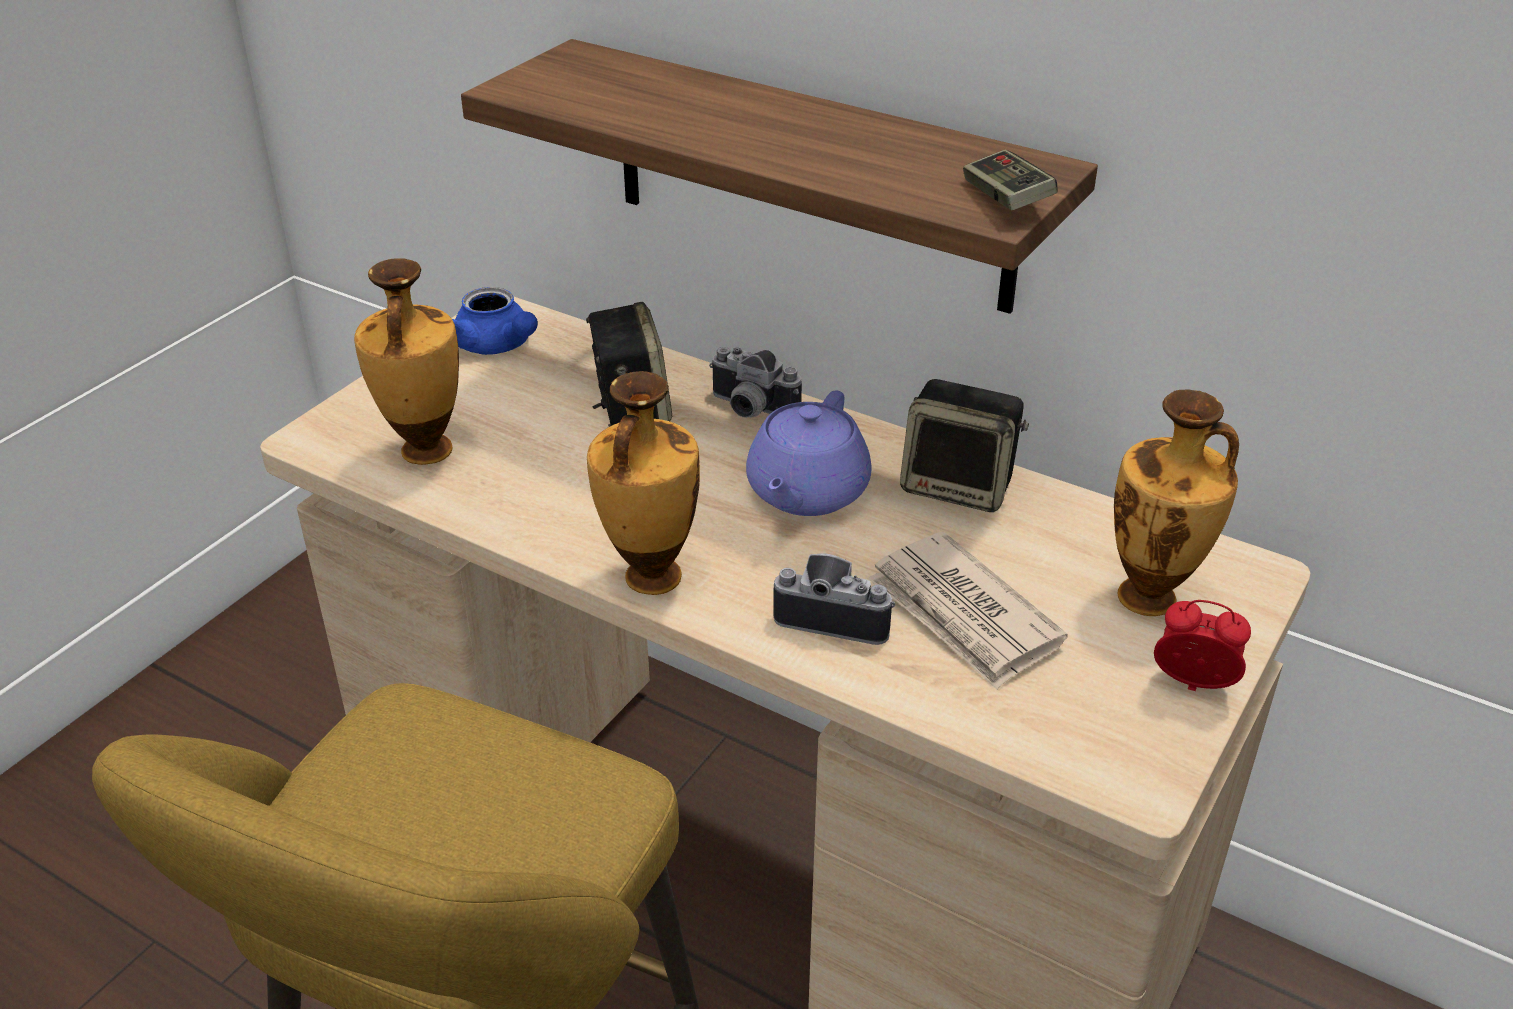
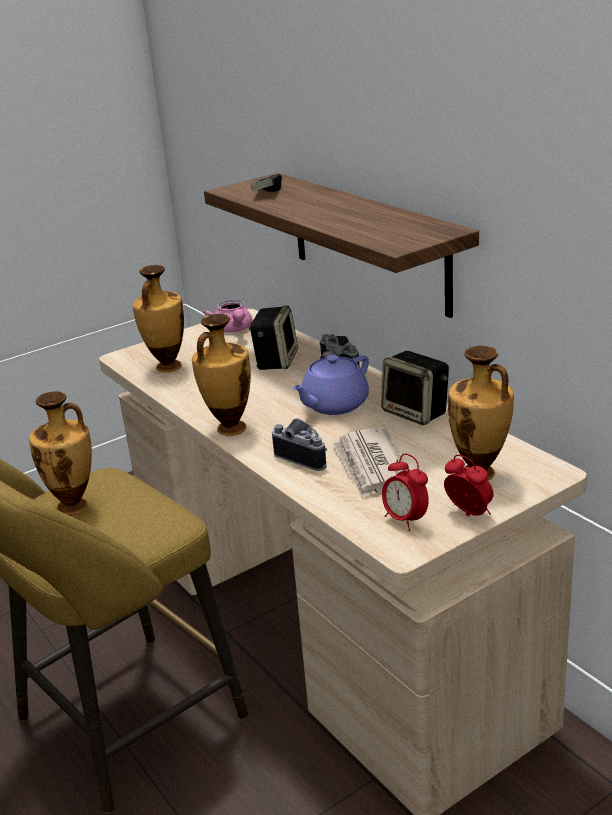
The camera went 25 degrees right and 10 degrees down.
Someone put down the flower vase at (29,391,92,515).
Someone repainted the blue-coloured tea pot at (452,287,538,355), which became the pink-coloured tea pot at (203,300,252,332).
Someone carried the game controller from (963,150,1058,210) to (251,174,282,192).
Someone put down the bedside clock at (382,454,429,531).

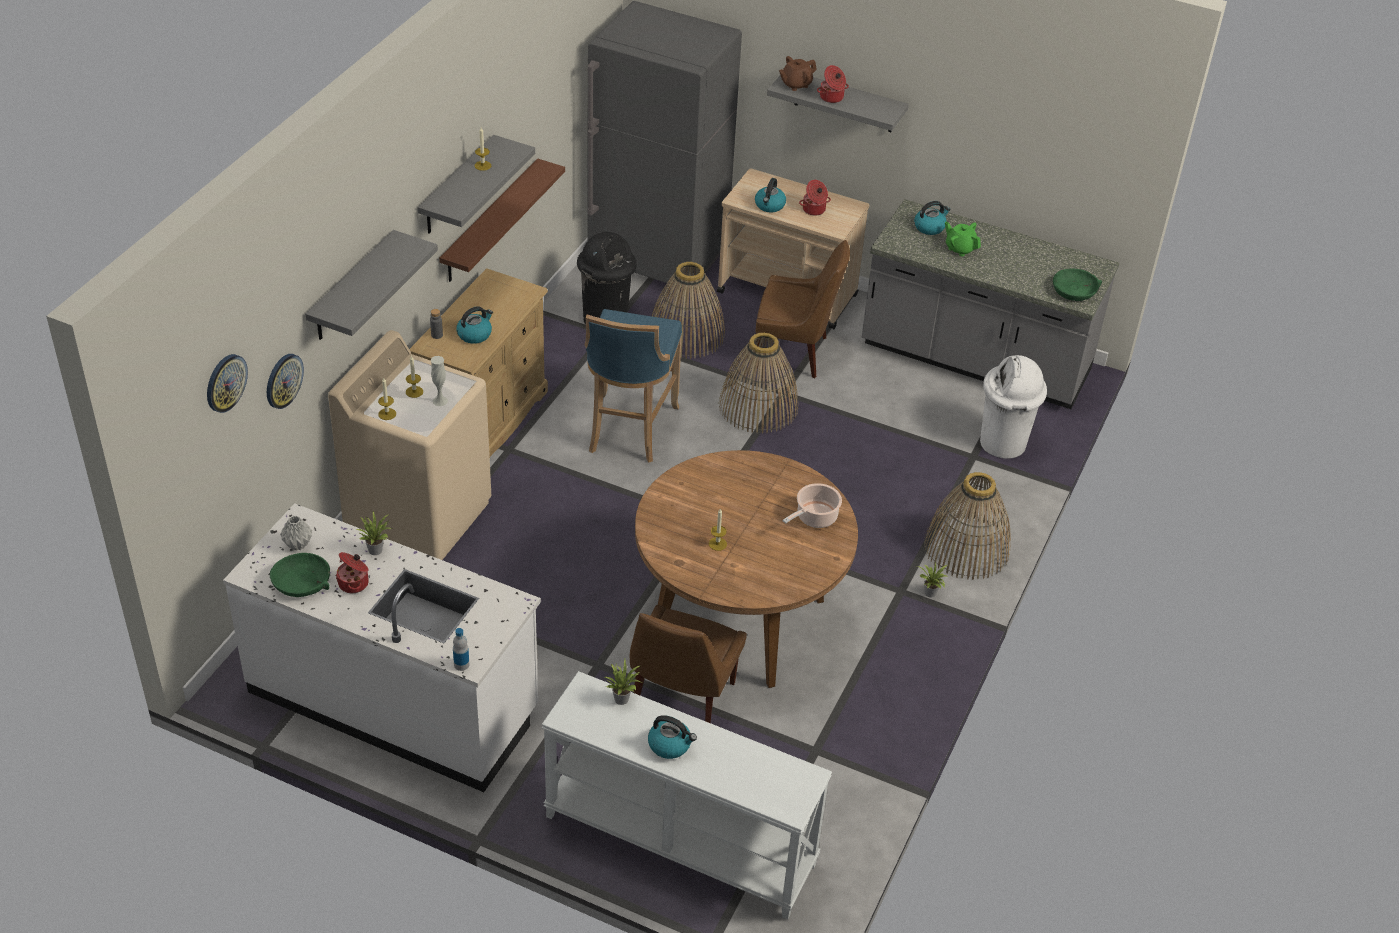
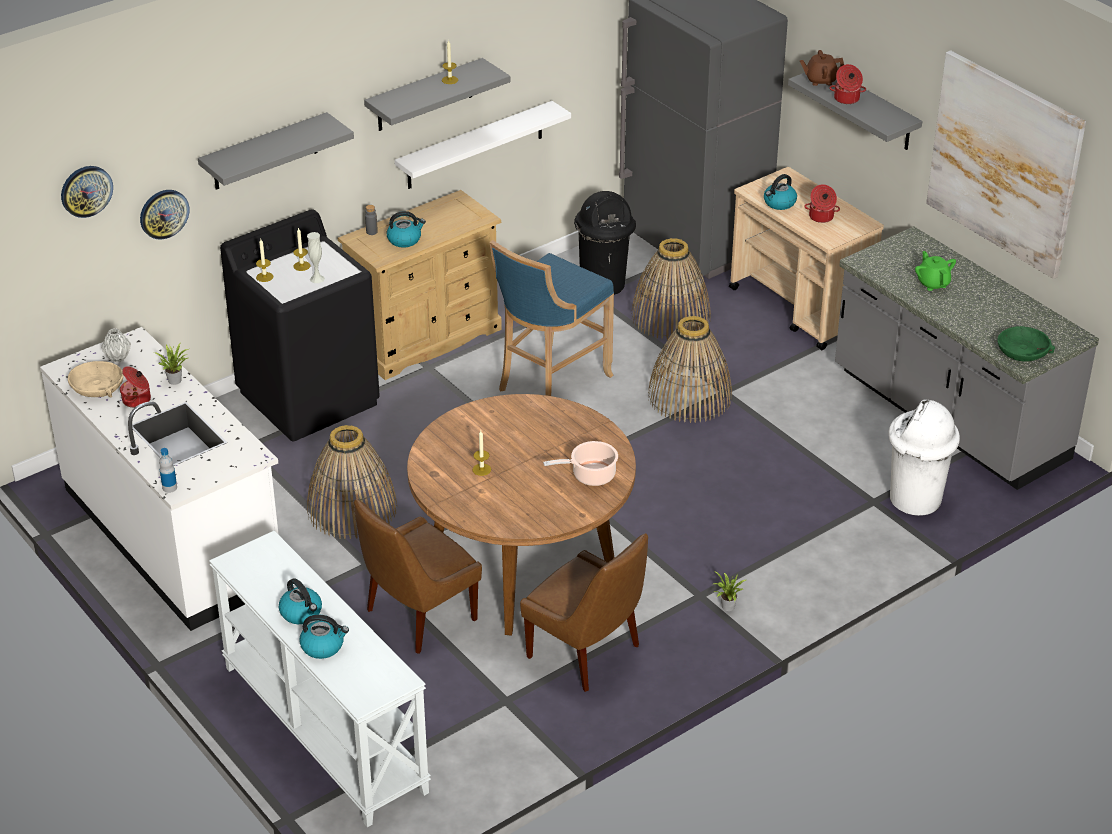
The camera went 30 degrees right and 5 degrees down.
Someone repainted the green deep dish at (270,553,330,597), which became the beige deep dish at (68,361,124,397).
Someone repainted the beige laundry appliance at (328,330,491,560), which became the black-coloured laundry appliance at (220,209,380,442).
Someone carried the water kettle from (914,201,951,235) to (300,615,349,659).
Someone carried the basket from (924,472,1011,580) to (307,425,397,539).
Someone repainted the brown-coloured wall shelf at (439,159,565,282), which became the white-coloured wall shelf at (394,101,571,189).
Someone carried the brown-coloured chair from (756,240,850,378) to (520,533,648,692).
Someone put up the wall picture at (926,50,1086,279).
Someone took away the houseplant at (604,659,641,705).

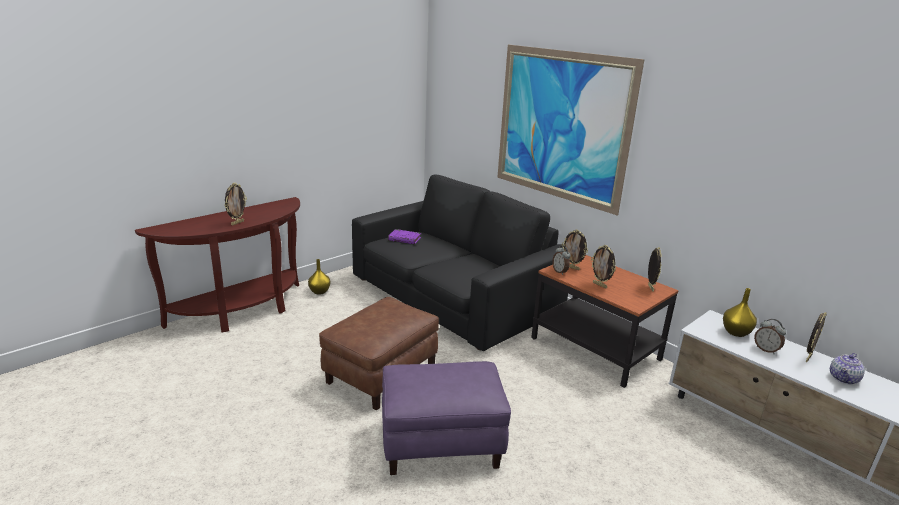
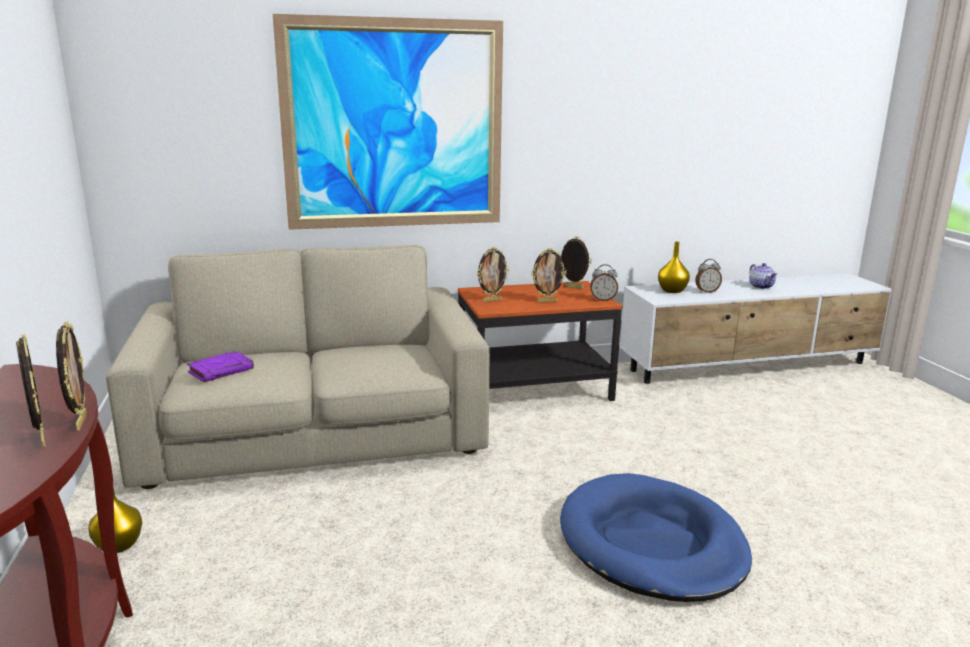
The camera went 60 degrees left and 5 degrees down.
Someone carried the standing frame from (806,312,827,362) to (56,321,87,431).
Someone repainted the black-coloured sofa at (352,174,568,351), which became the beige sofa at (106,245,490,489).
Someone swapped the purple pouffe at (382,361,511,475) for the blue-coloured dog bed at (560,473,752,602).
Someone carried the bedside clock from (552,246,571,275) to (590,264,618,301).
Someone took away the brown-coloured pouffe at (319,297,439,410).

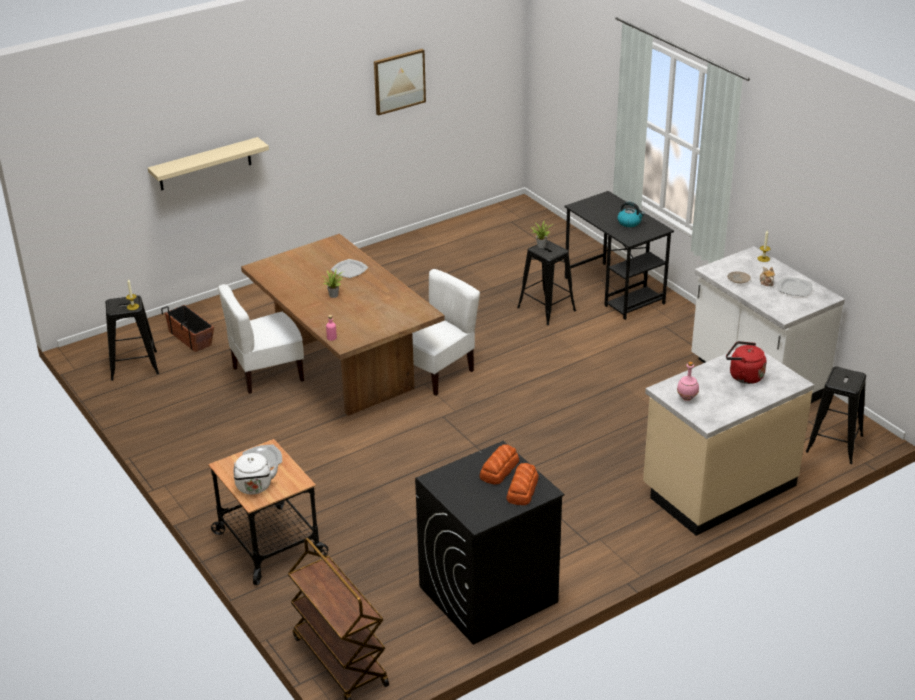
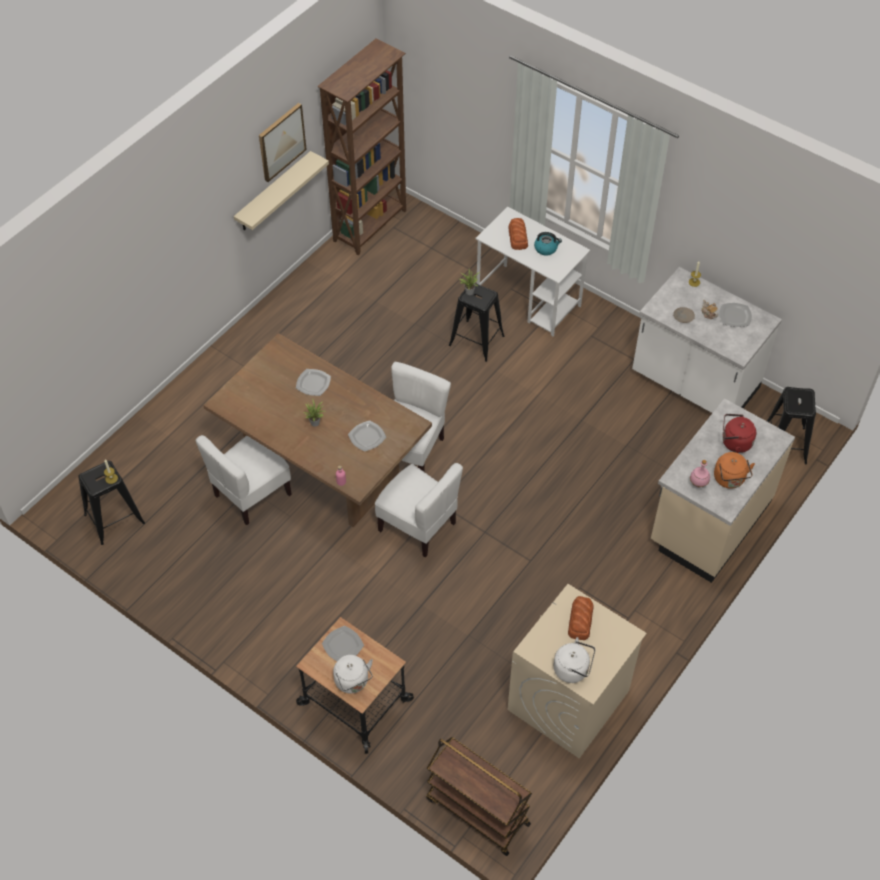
The camera went 20 degrees left and 20 degrees up.
Someone carried the beige wall shelf from (148,137,269,191) to (234,151,329,230).
Someone put down the brown-coloured bookshelf at (317,39,406,255).
Someone put down the dinner plate at (348,420,386,452).
Someone put down the white-coloured chair at (375,463,463,557).
Someone repainted the black-coloured desk table at (564,191,674,320), which became the white-coloured desk table at (475,207,590,336).
Someone carried the bakery bread from (506,463,539,505) to (508,218,528,250).
Someone repainted the black-coloured laundry appliance at (415,441,564,645), which became the beige laundry appliance at (508,584,647,758).
Someone put down the white-coloured water kettle at (554,637,595,683).
Someone put down the orange-coloured water kettle at (714,452,755,489).
Someone took away the plant pot at (161,305,214,352).

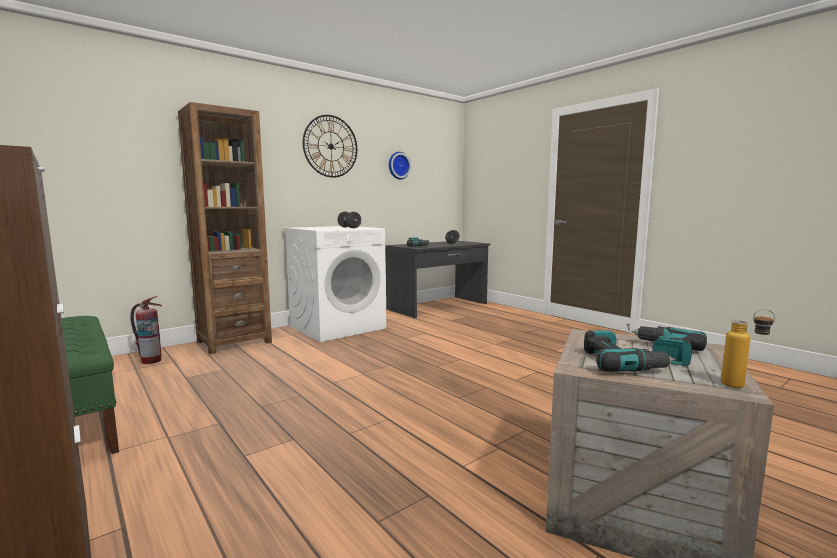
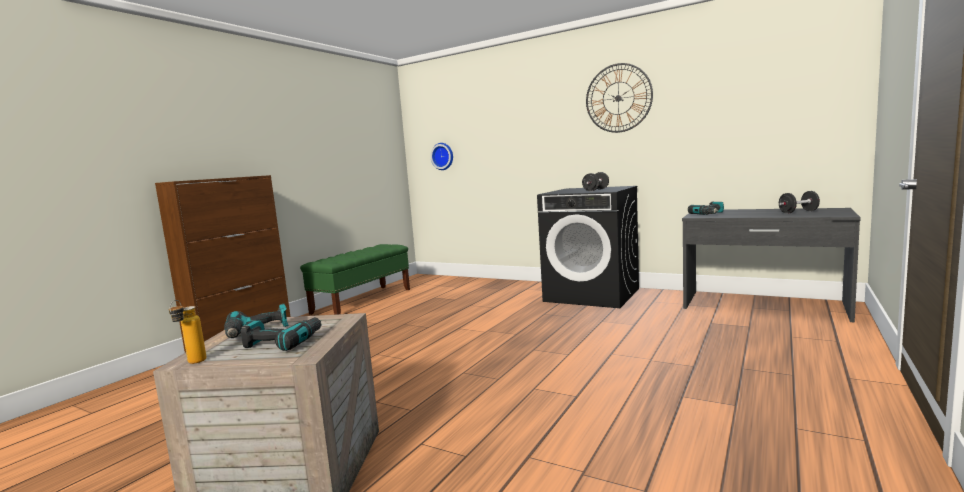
The camera went 70 degrees right and 0 degrees up.
Someone carried the wall clock from (389,152,411,180) to (430,143,453,170).
Someone repainted the white-coloured laundry appliance at (284,226,386,342), which became the black-coloured laundry appliance at (537,186,639,308).
Someone took away the fire-fighting cylinder at (130,296,162,364).
Someone took away the brown-coloured bookshelf at (178,102,272,354).

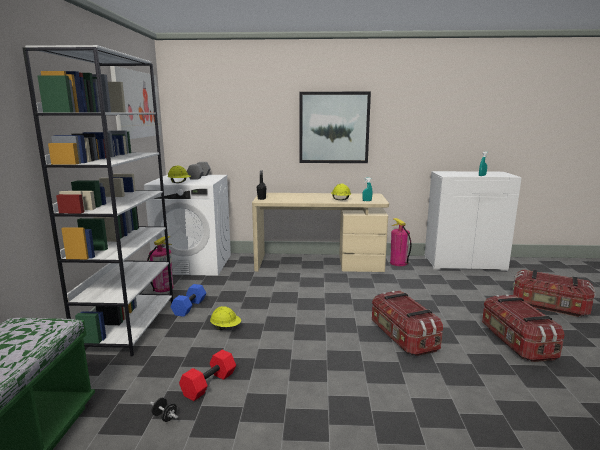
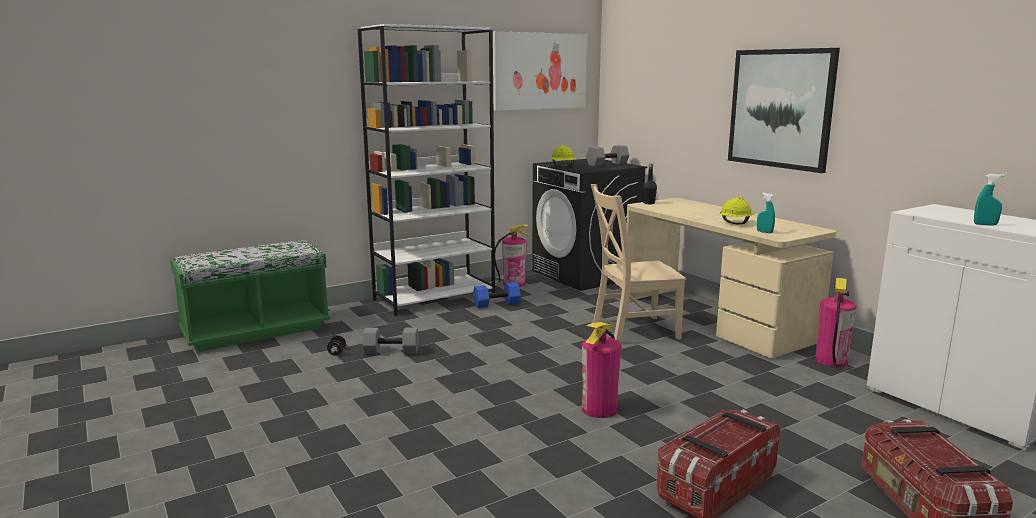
The camera went 55 degrees right and 0 degrees up.
Someone repainted the red hand weight at (179,350,236,401), which became the grey hand weight at (362,328,419,354).
Someone repainted the white-coloured laundry appliance at (144,175,231,276), which became the black-coloured laundry appliance at (532,159,647,291).
Someone swapped the storage box at (372,291,443,356) for the fire-fighting cylinder at (582,322,621,418).
Someone put down the beige chair at (591,184,686,343).
Someone took away the yellow-coloured hard hat at (210,306,241,330).

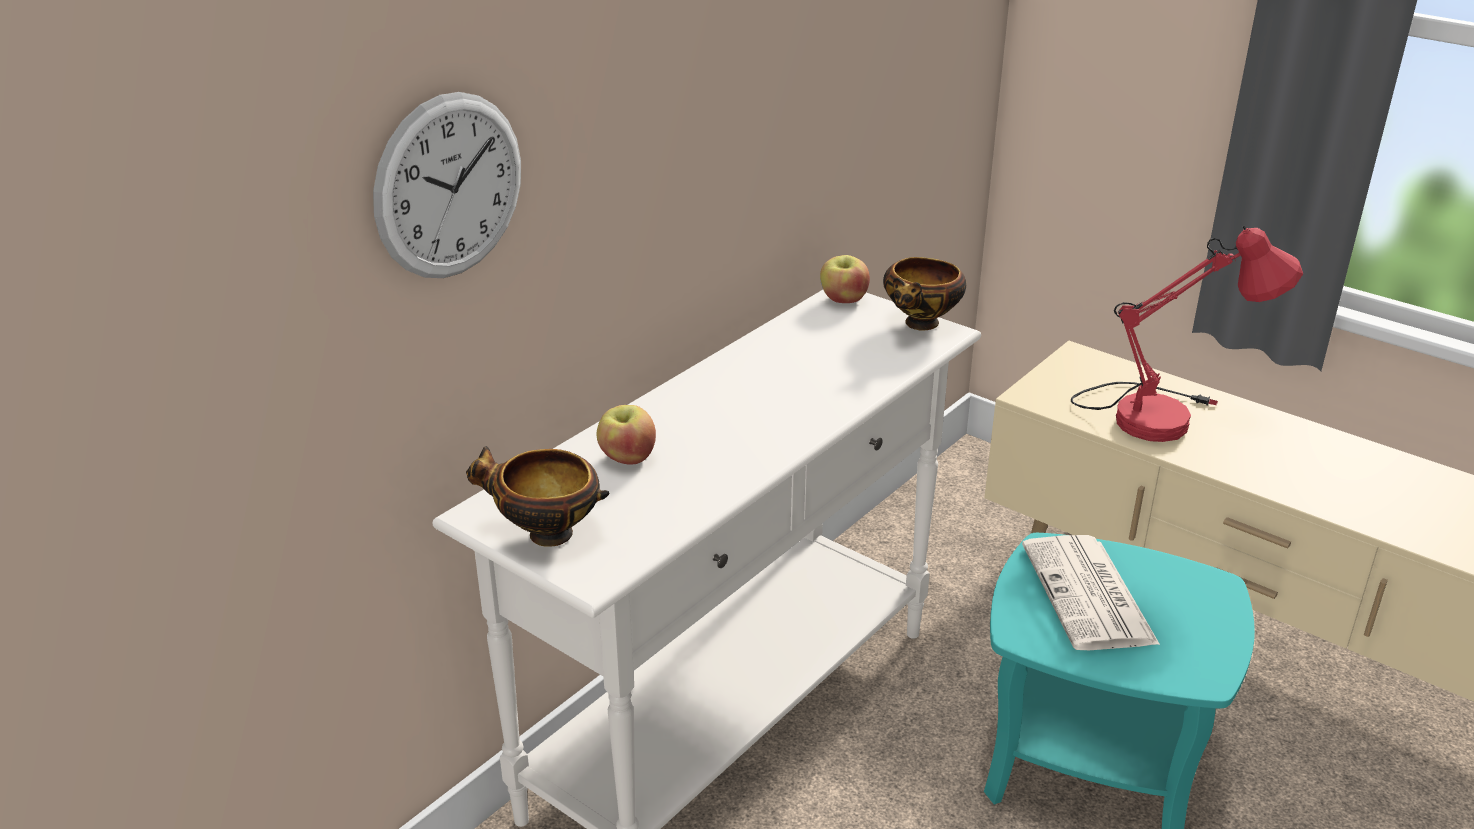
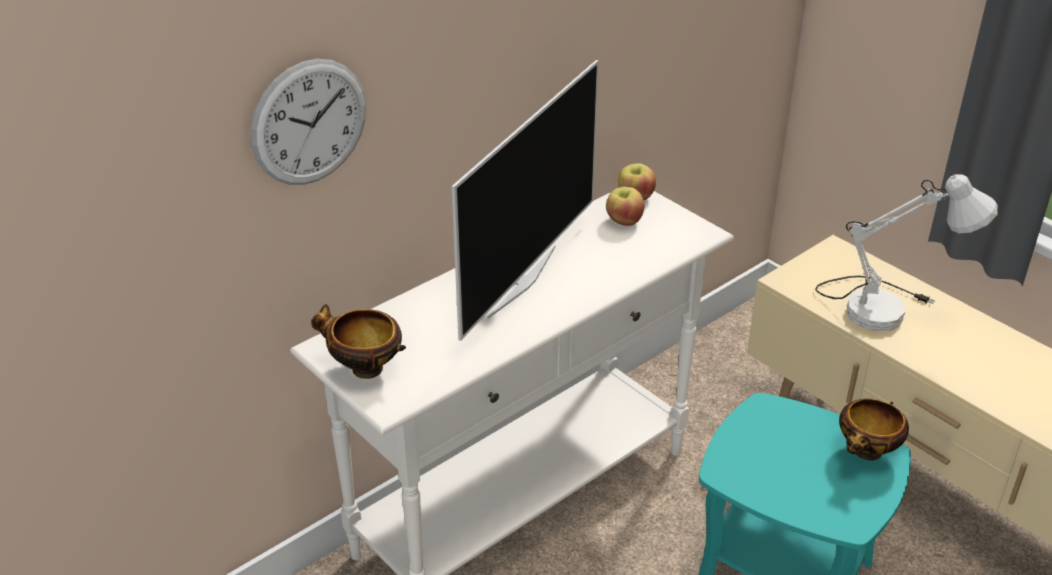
The camera went 10 degrees right and 5 degrees up.
Someone put down the television at (452,60,599,341).
Someone carried the whole apple from (597,405,656,465) to (606,187,644,226).
Someone repainted the red table lamp at (1071,225,1303,442), which became the white-coloured table lamp at (815,172,998,331).
Someone carried the deep dish from (883,257,966,330) to (839,398,909,461).
Someone took away the newspaper at (1022,535,1160,650).

